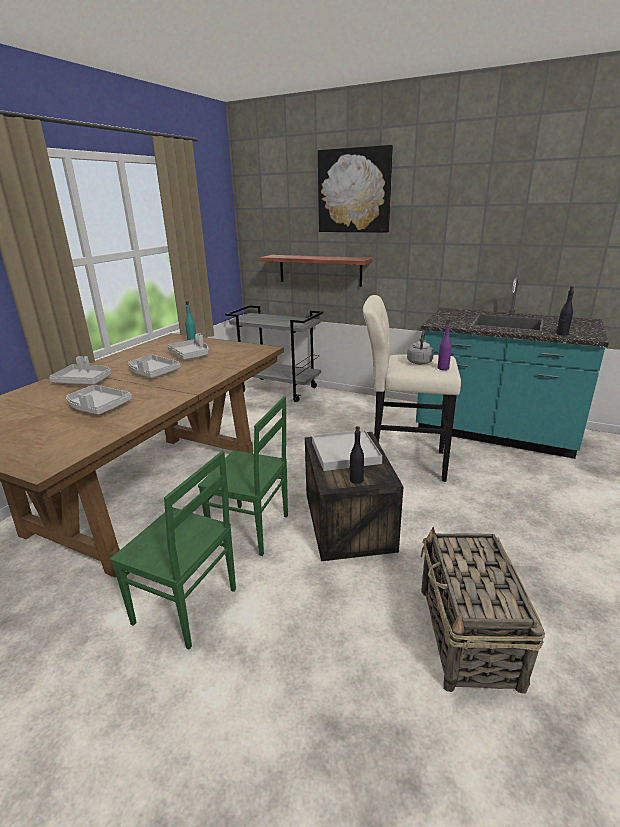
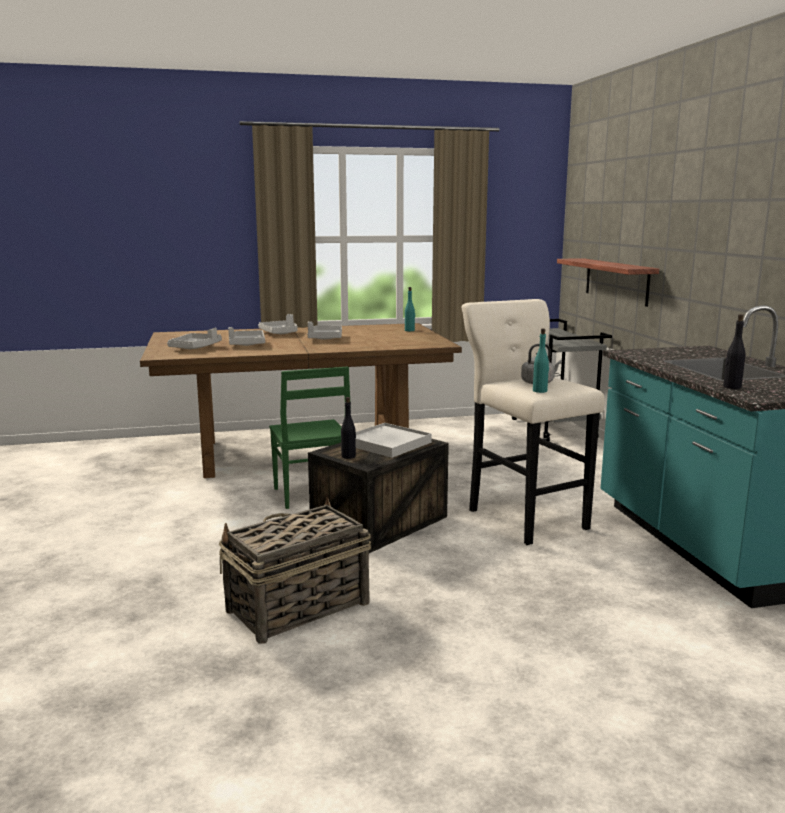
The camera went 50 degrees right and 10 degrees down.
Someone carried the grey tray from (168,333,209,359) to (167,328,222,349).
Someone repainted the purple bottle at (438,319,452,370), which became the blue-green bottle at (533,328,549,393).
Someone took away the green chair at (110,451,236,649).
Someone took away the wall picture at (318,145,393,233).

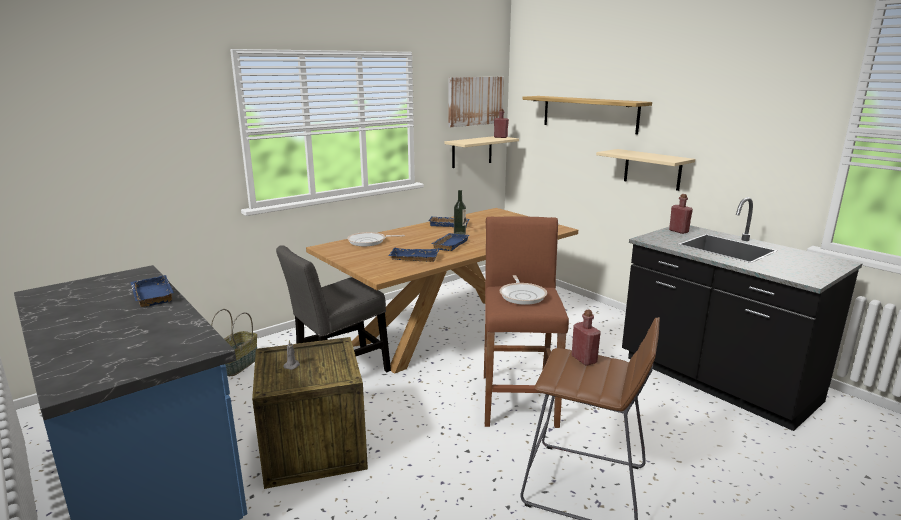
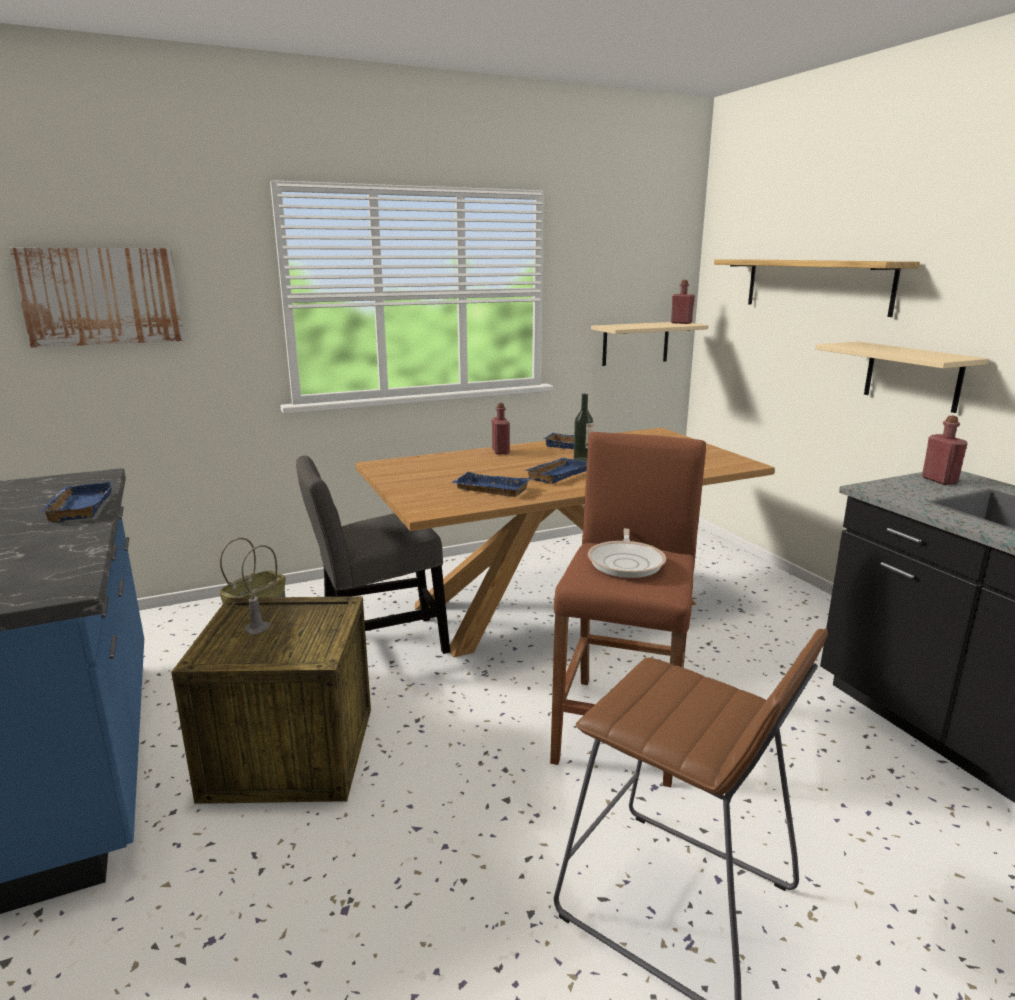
The camera went 15 degrees right and 0 degrees up.
Someone carried the wall picture from (448,77,504,127) to (10,248,185,348).
Someone carried the red bottle from (572,309,601,366) to (492,403,510,455).
Someone took away the frying pan at (347,232,405,246).

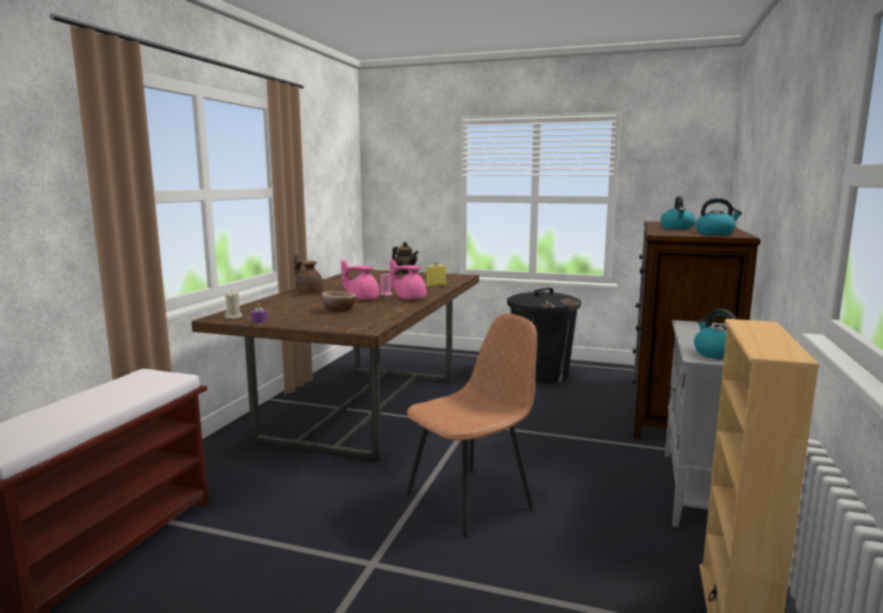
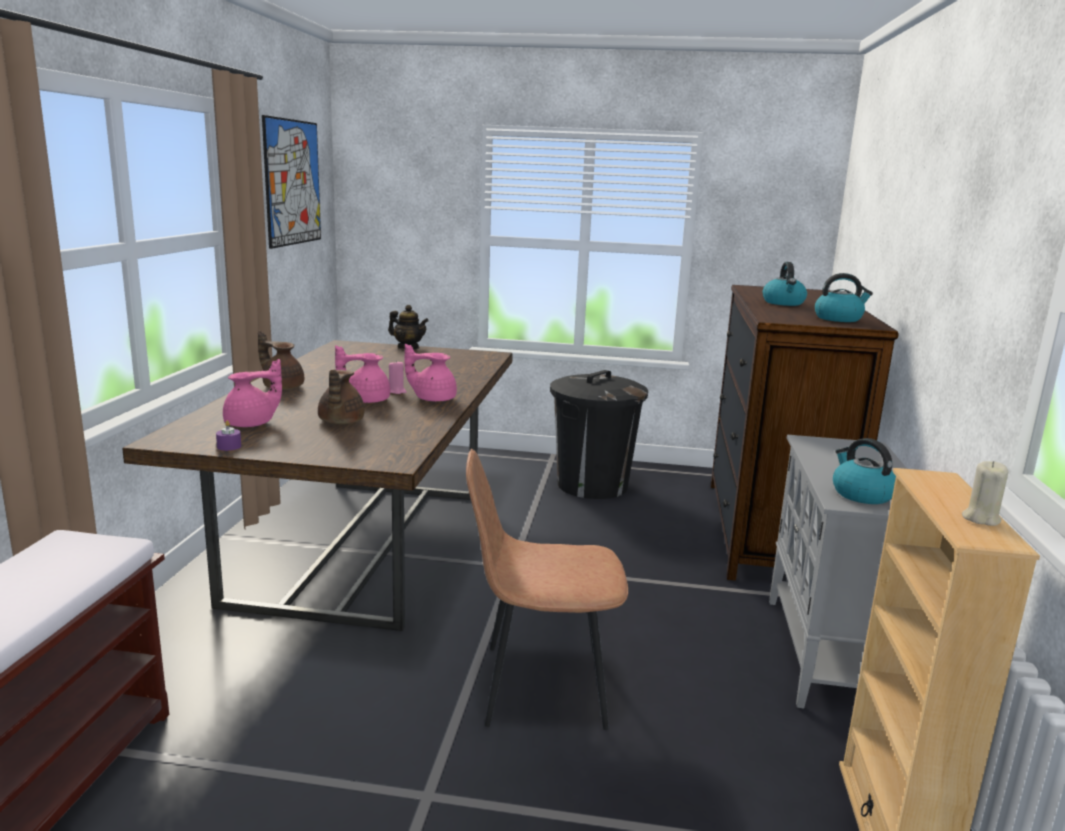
The camera went 10 degrees left and 5 degrees up.
Someone put down the pink-coloured tea pot at (223,359,282,427).
Someone put up the wall picture at (262,115,321,249).
Someone swapped the deep dish at (322,292,356,311) for the brown-coloured tea pot at (318,370,364,424).
Someone rotated the brown-coloured chair at (406,314,537,538) by 135 degrees counterclockwise.
Someone carried the beige candle from (225,291,242,319) to (962,461,1008,526).
Someone took away the yellow-coloured bottle at (426,260,446,287).

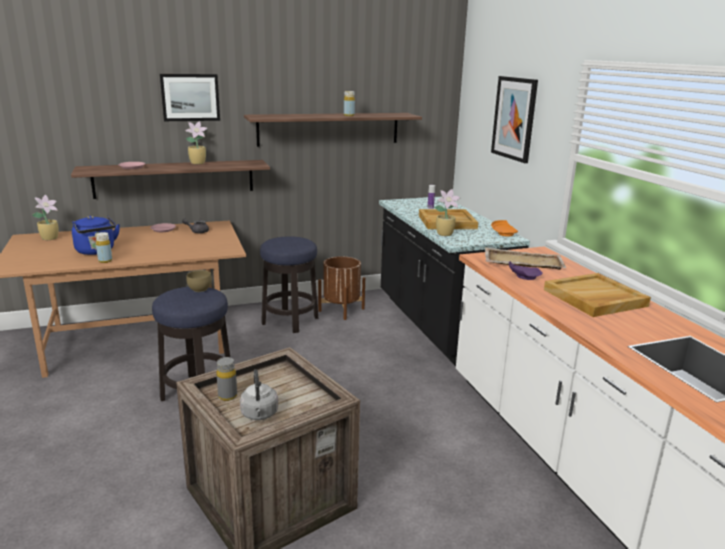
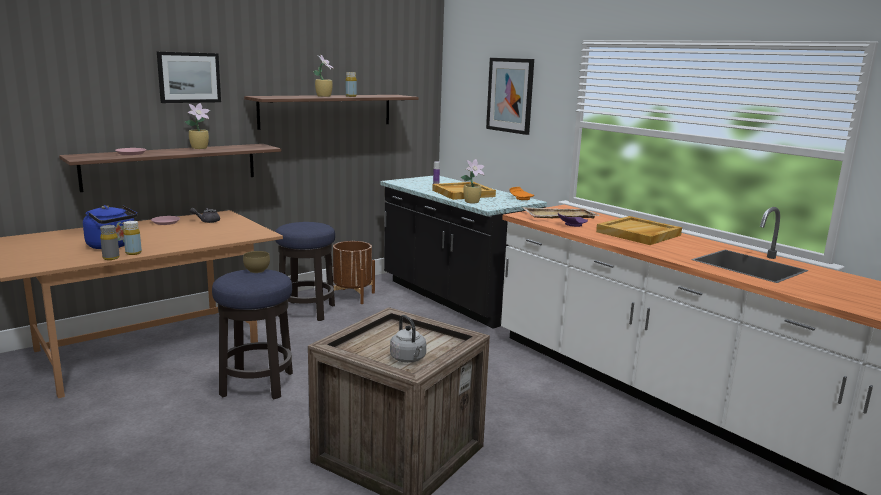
The camera went 20 degrees left and 5 degrees down.
Someone carried the grey bottle from (217,357,237,401) to (100,225,119,260).
Someone carried the houseplant from (32,195,59,240) to (313,55,334,97).

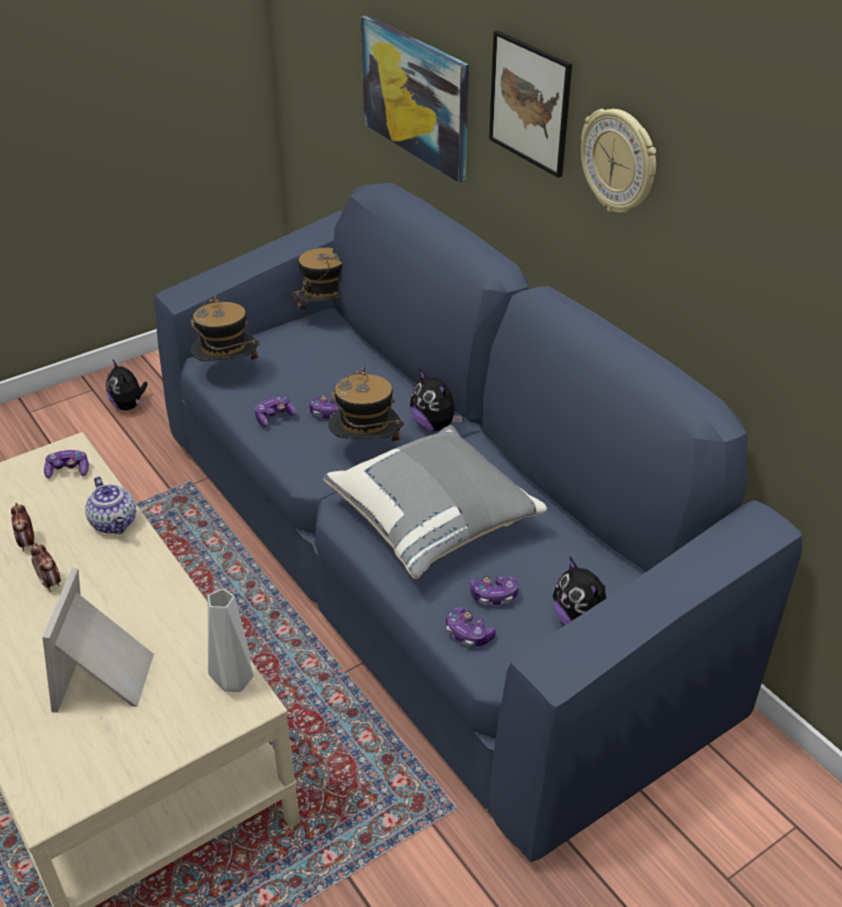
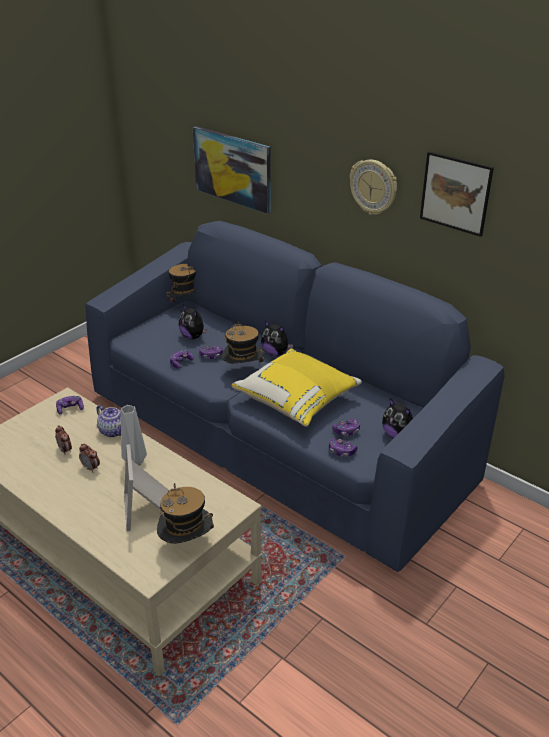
The camera went 15 degrees left and 5 degrees down.
Someone carried the grey flower vase from (208,589,254,692) to (121,405,147,466).
Someone carried the hat from (190,295,260,363) to (157,483,214,544).
Someone carried the cuddly toy from (106,360,147,410) to (179,305,208,339).
Someone repainted the grey cushion at (323,425,547,579), which became the yellow-coloured cushion at (232,349,362,427).
Someone carried the wall picture from (489,30,572,178) to (420,151,494,237).

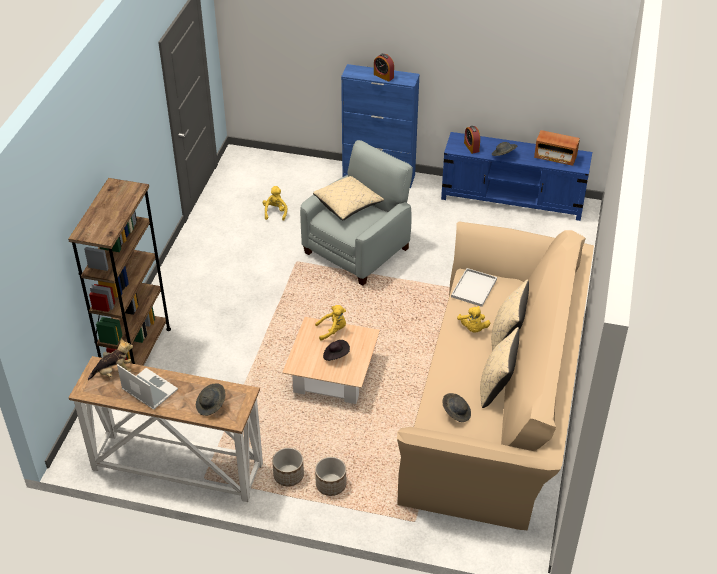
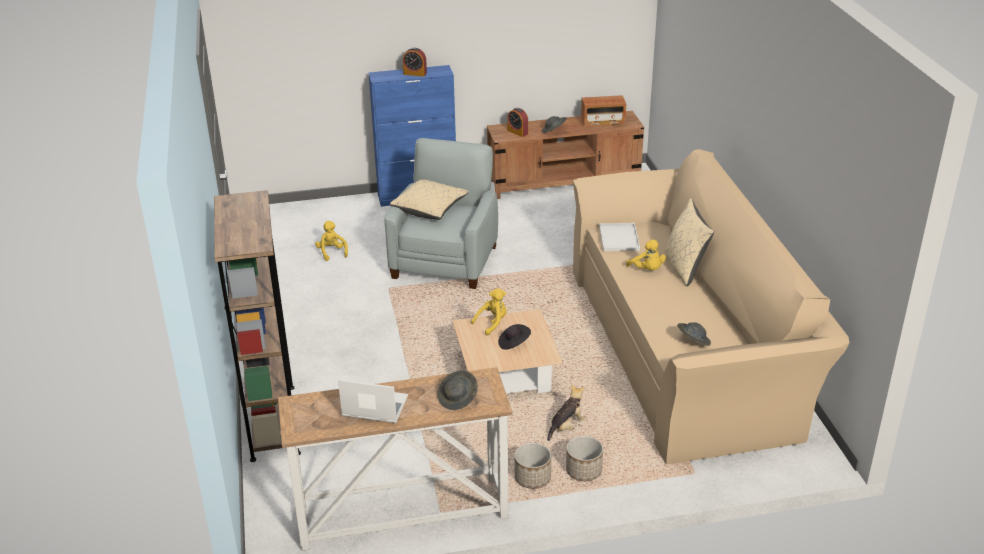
The camera went 25 degrees left and 10 degrees down.
Someone repainted the blue-coloured media console at (441,132,592,221), which became the brown-coloured media console at (487,111,644,199).
Someone carried the cuddly toy from (88,338,133,380) to (547,385,586,441).
Someone took away the beige cushion at (480,327,519,408).

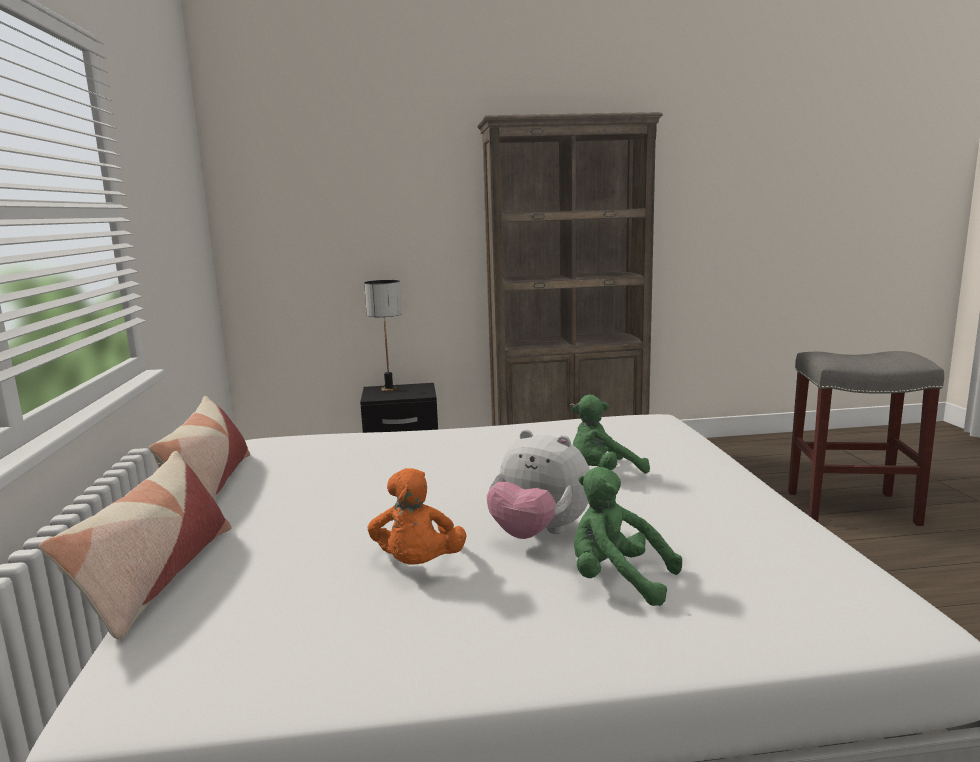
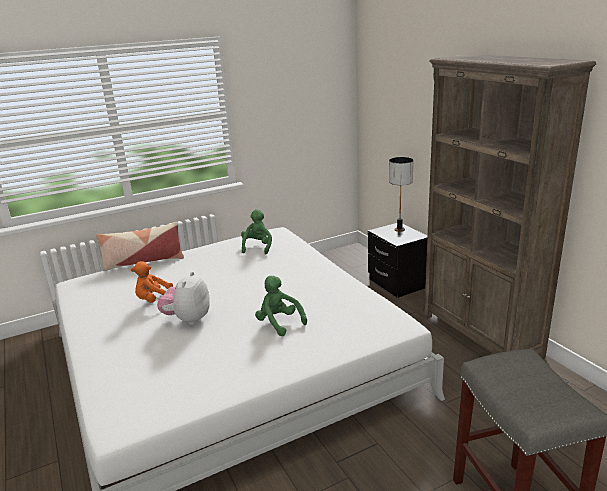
The camera went 70 degrees right and 10 degrees up.
Someone carried the green cuddly toy from (574,467,682,606) to (241,209,272,254).
Someone took away the cushion at (149,396,250,500).

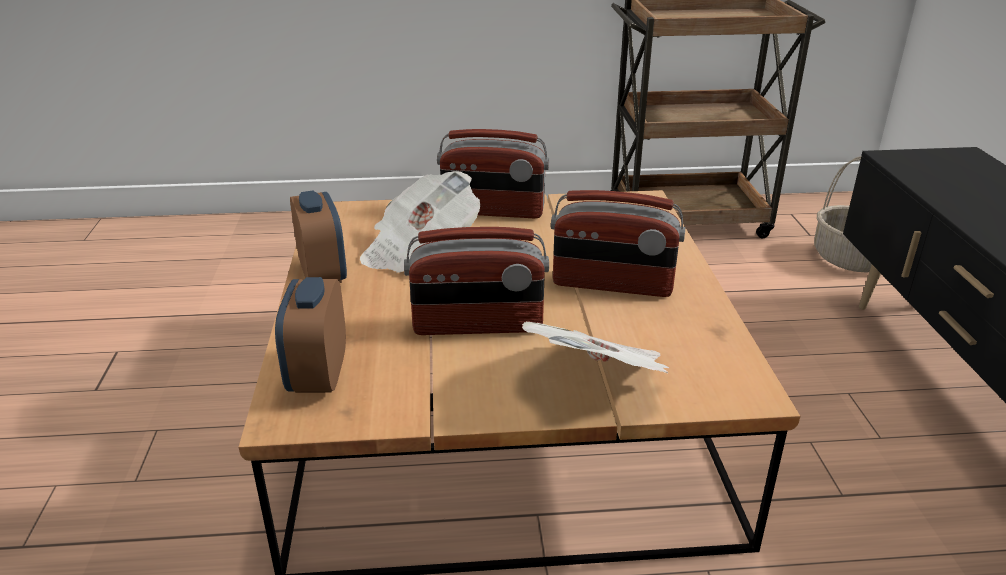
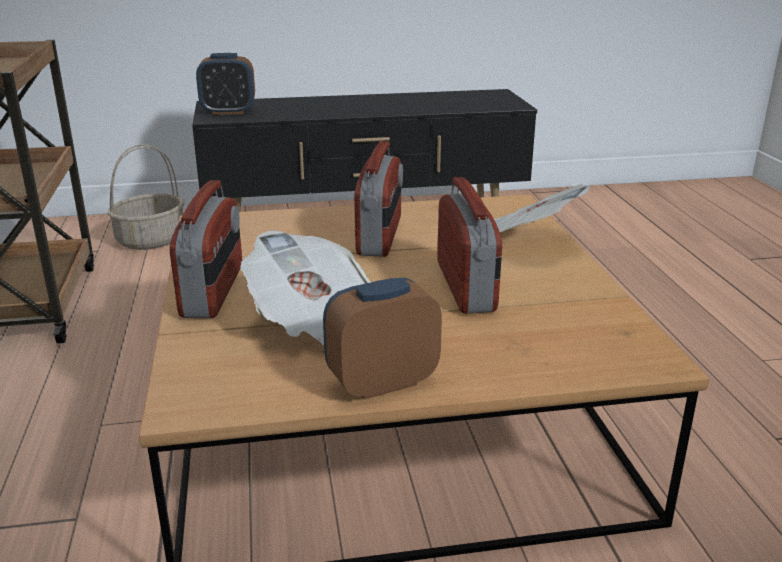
The camera went 95 degrees left and 5 degrees down.
Someone carried the bedside clock from (275,277,346,393) to (196,53,255,115).

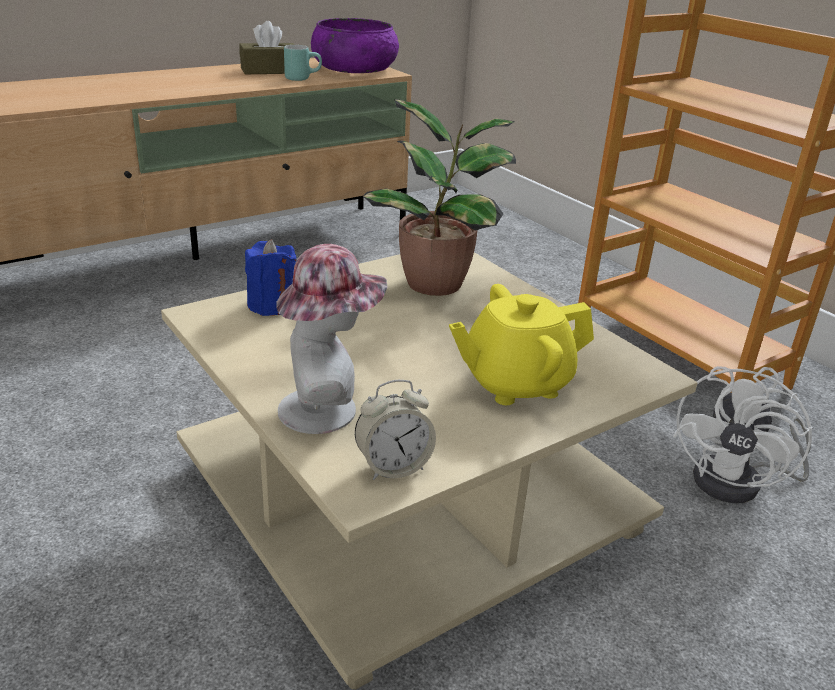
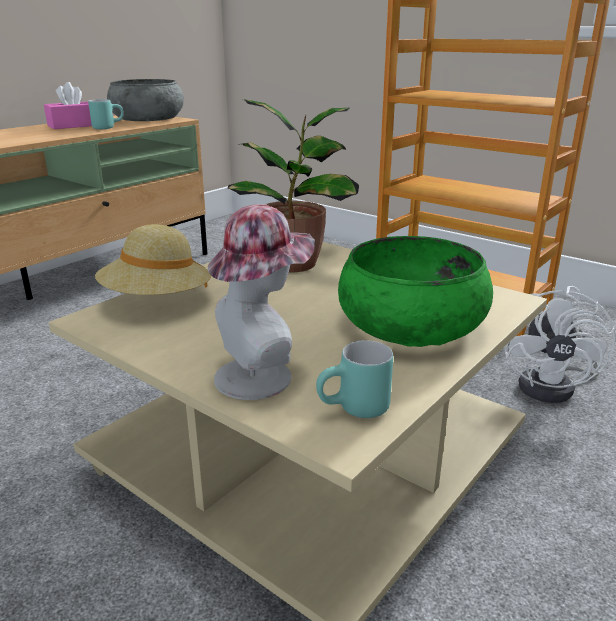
The camera went 15 degrees left and 5 degrees down.
Someone repainted the brown-coloured tissue holder at (239,21,295,74), which became the pink-coloured tissue holder at (44,82,92,129).
Someone swapped the blue-coloured candle at (245,239,297,316) for the beige hat at (95,224,211,295).
Someone repainted the purple deep dish at (311,18,399,73), which became the grey deep dish at (107,79,184,121).
Someone swapped the bedside clock at (355,380,436,480) for the blue-green mug at (316,340,393,418).
Someone swapped the yellow-coloured tea pot at (449,284,594,405) for the green deep dish at (338,236,493,347).

